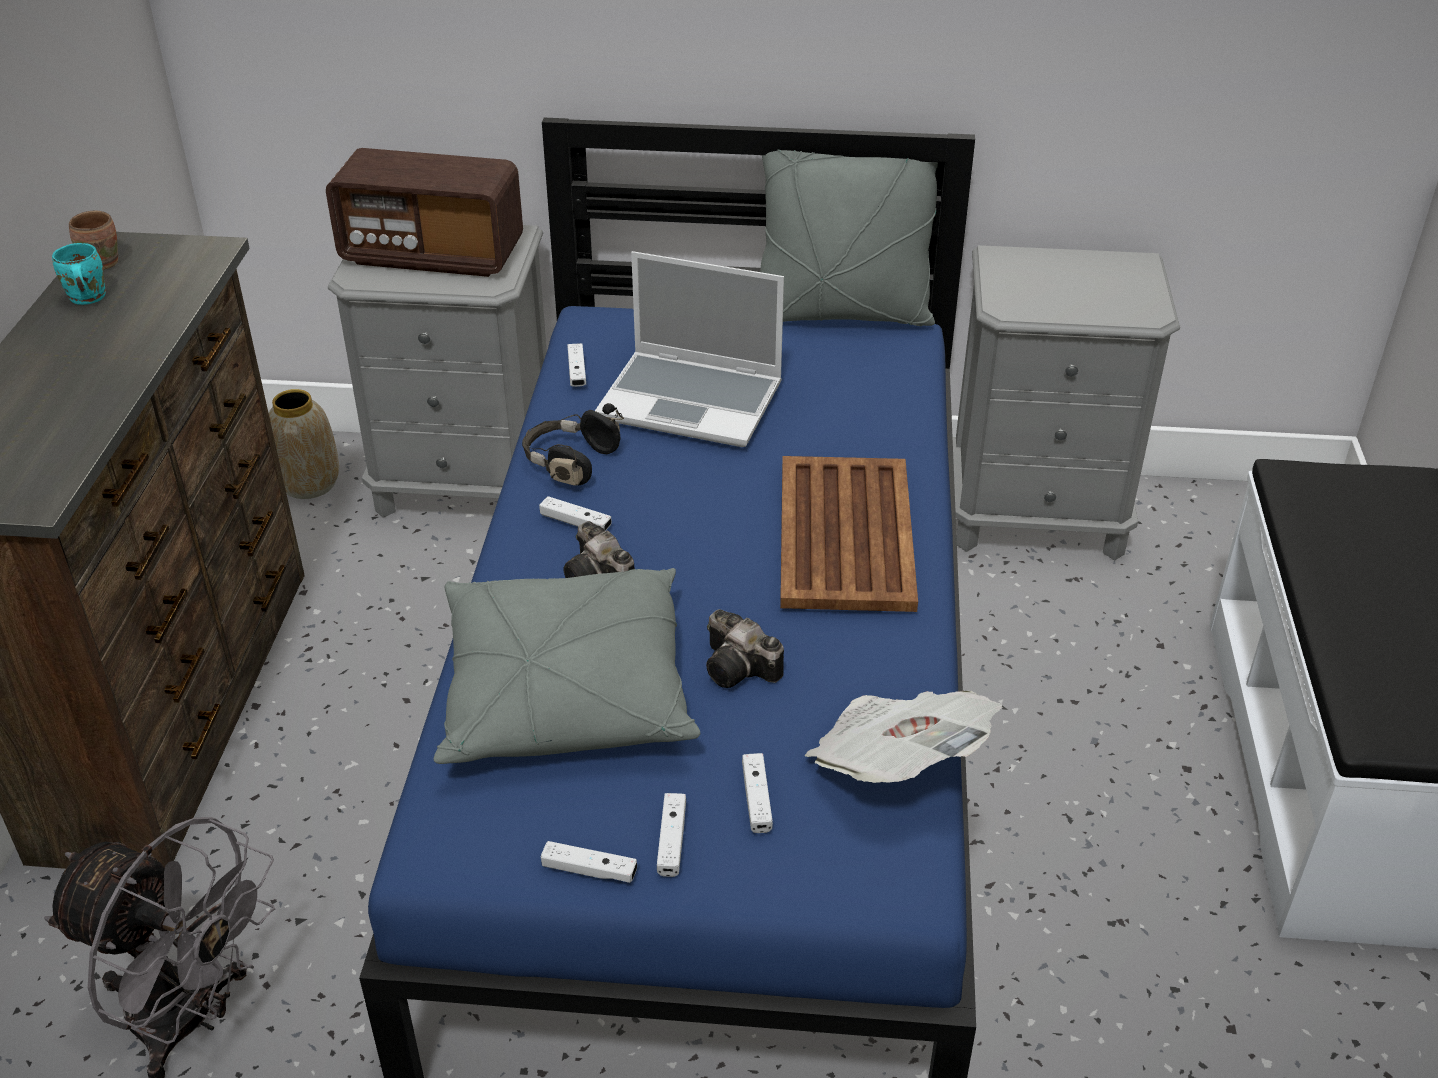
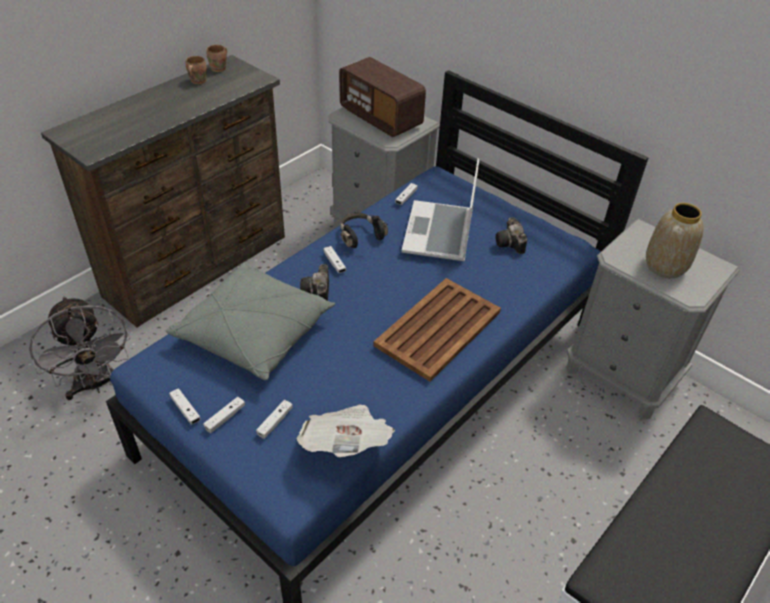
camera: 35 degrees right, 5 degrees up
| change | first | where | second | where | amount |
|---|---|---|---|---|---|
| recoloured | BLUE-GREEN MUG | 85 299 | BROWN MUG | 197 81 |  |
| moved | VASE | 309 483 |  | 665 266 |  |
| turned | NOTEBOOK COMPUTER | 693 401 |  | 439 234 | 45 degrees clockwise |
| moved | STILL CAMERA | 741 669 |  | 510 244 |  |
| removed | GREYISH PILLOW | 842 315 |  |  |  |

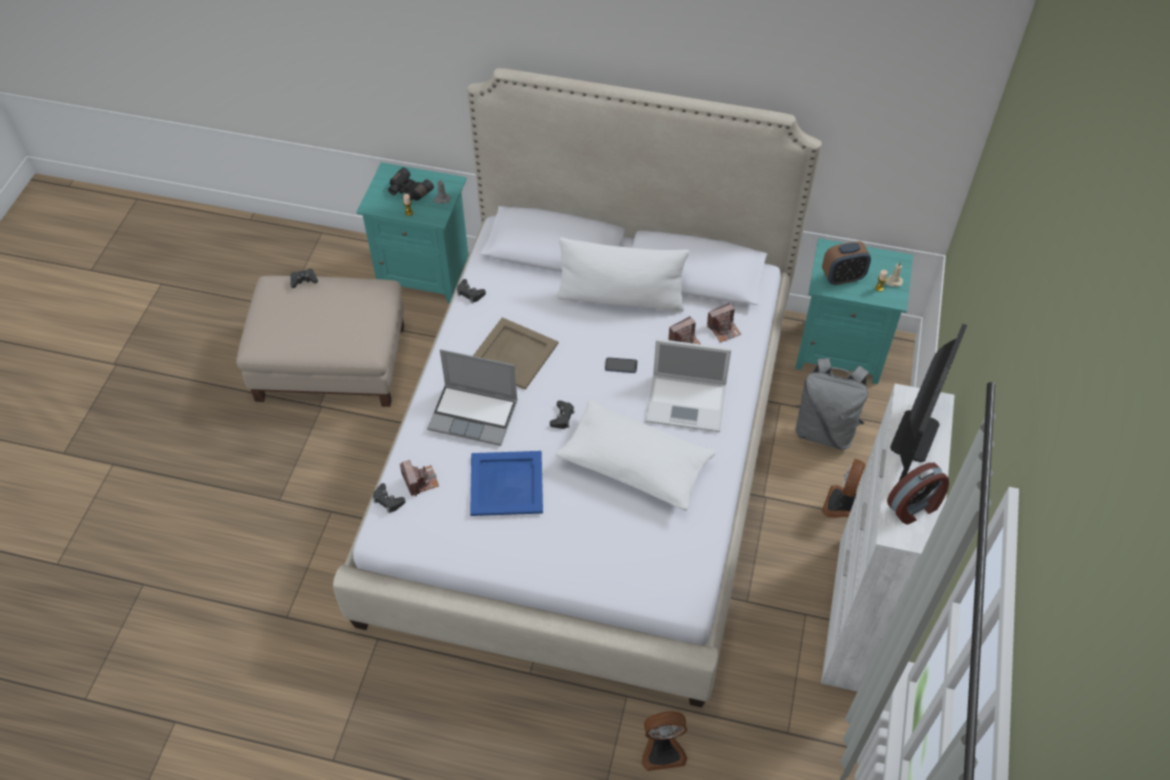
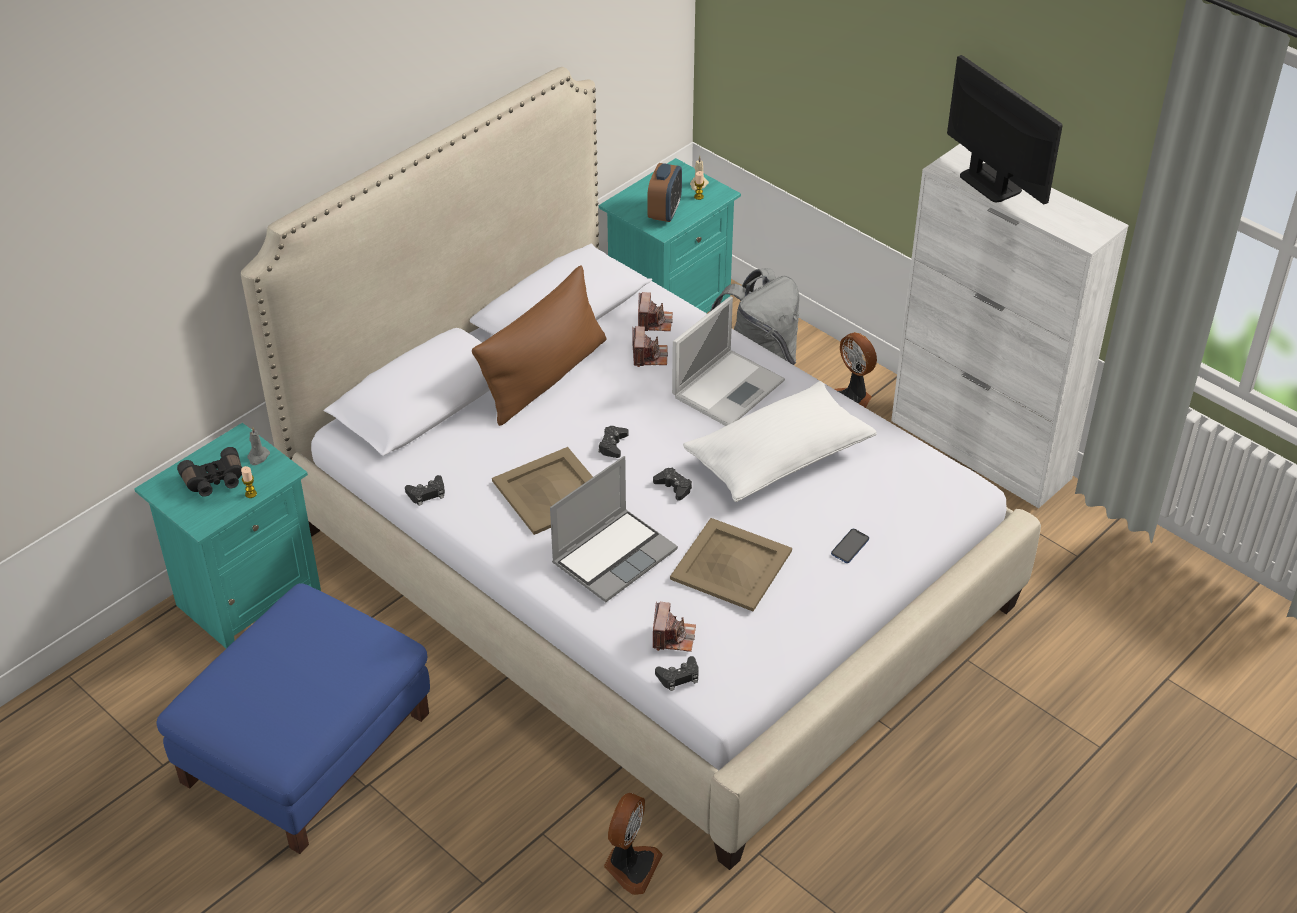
camera: 60 degrees left, 10 degrees down
| change | first | where | second | where | amount |
|---|---|---|---|---|---|
| recoloured | SAND-COLOURED POUFFE | 332 362 | BLUE POUFFE | 306 746 |  |
| moved | BLACK GAMEPAD | 304 280 |  | 613 445 |  |
| turned | STILL CAMERA | 420 481 |  | 673 637 | 90 degrees clockwise |
| recoloured | BLUE TRAY | 507 483 | SAND-COLOURED TRAY | 731 564 |  |
| recoloured | WHITE PILLOW | 620 298 | BROWN PILLOW | 545 377 |  |
| moved | TELEPHONE | 621 366 |  | 850 547 |  |
| moved | FAN | 662 750 |  | 630 866 |  |
| removed | BEDSIDE CLOCK | 914 507 |  |  |  |

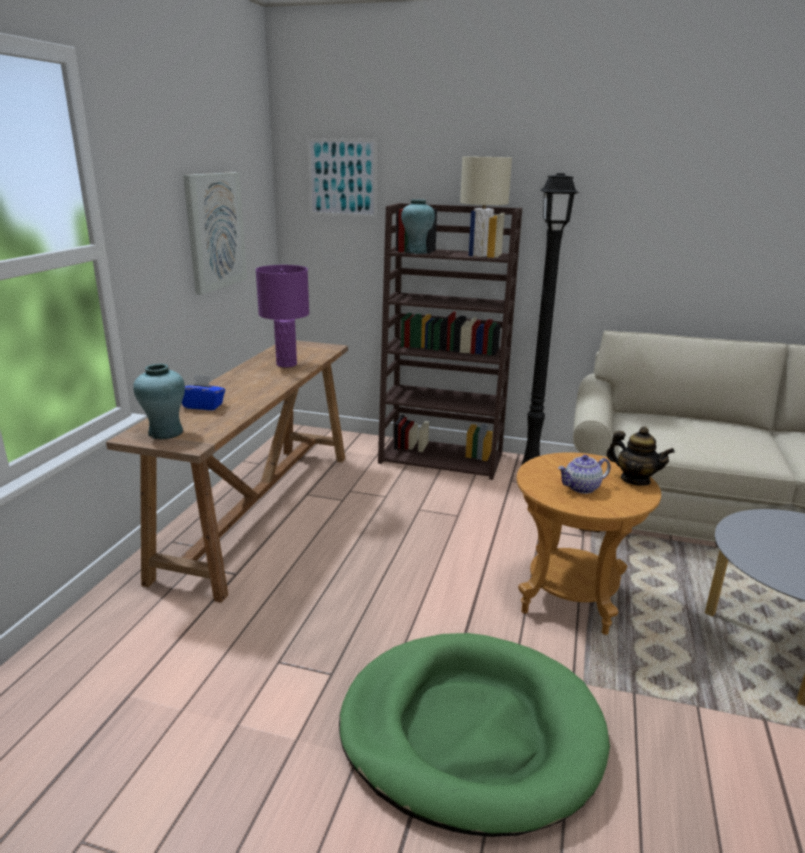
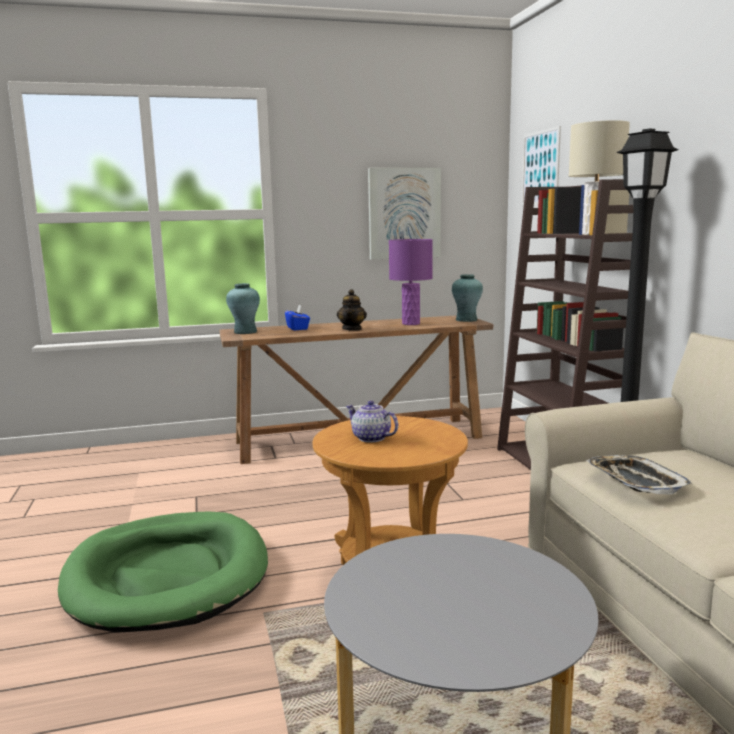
camera: 60 degrees right, 10 degrees down
| change | first | where | second | where | amount |
|---|---|---|---|---|---|
| moved | BLUE-GREEN VASE | 417 252 |  | 466 320 |  |
| moved | POT FOR TEA | 635 480 |  | 352 329 |  |
| added |  |  | TRAY | 635 481 |  |

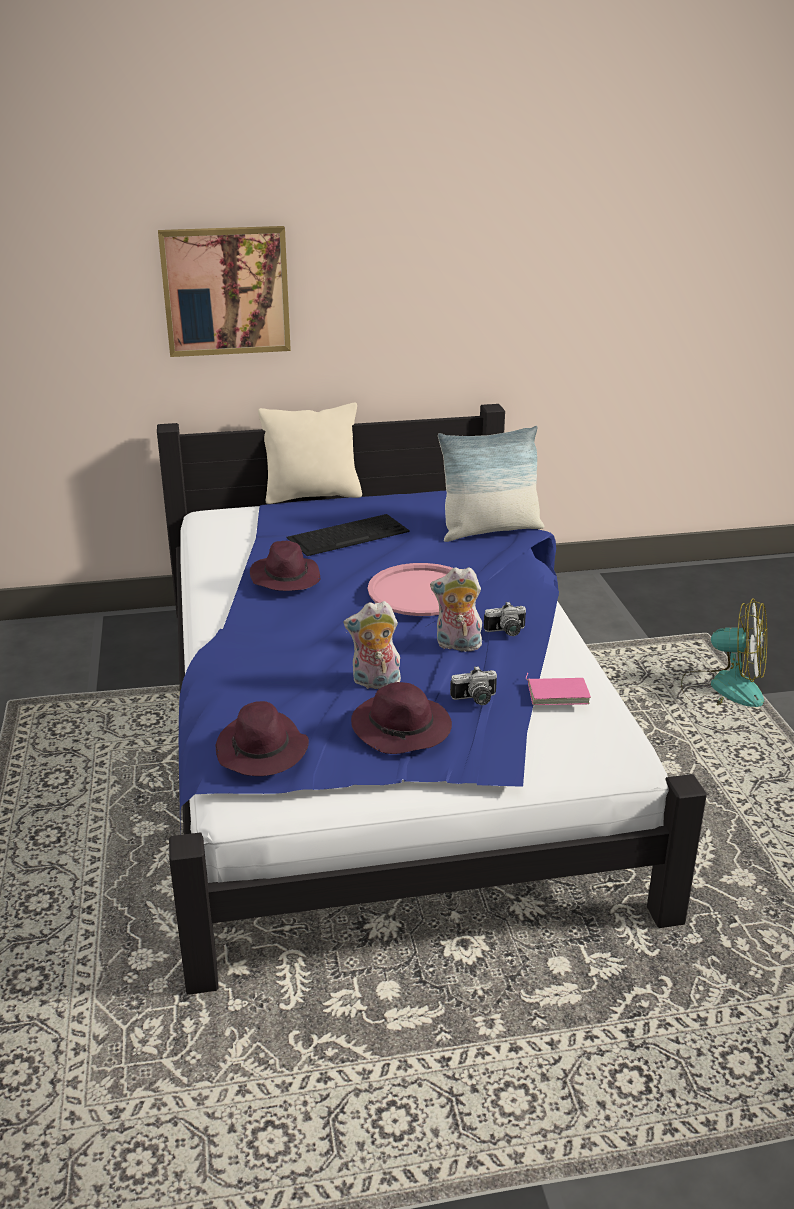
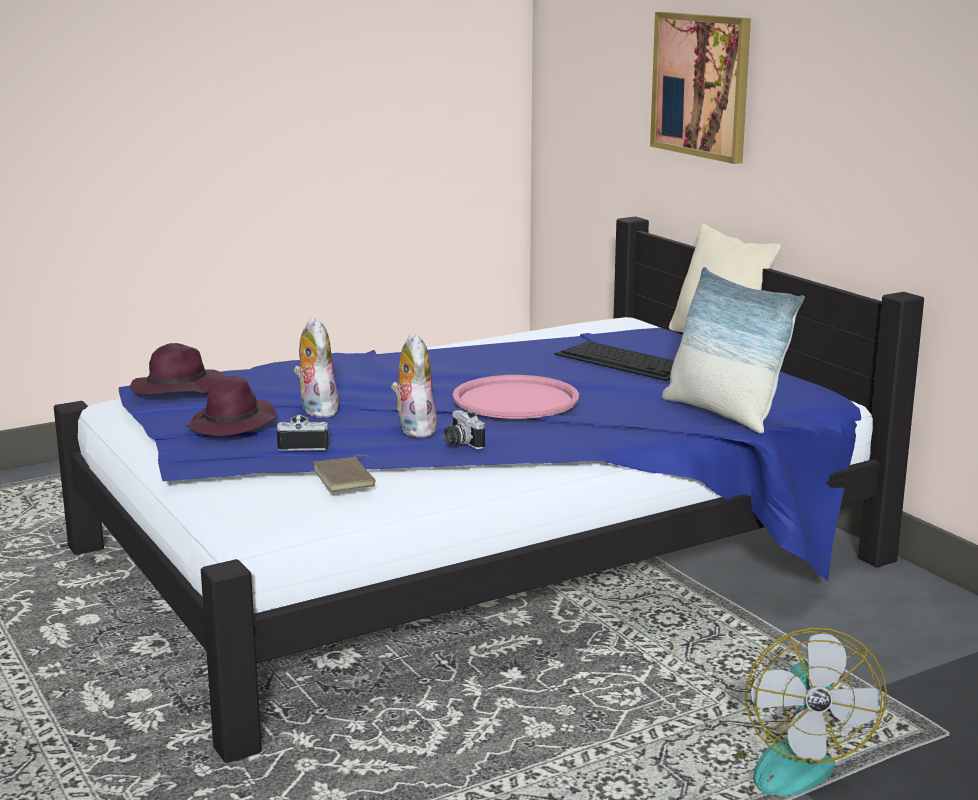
camera: 70 degrees right, 10 degrees down
| change | first | where | second | where | amount |
|---|---|---|---|---|---|
| removed | PURPLE WEARABLE HAT | 285 578 |  |  |  |
| turned | STILL CAMERA | 475 700 |  | 304 445 | 120 degrees clockwise |
| recoloured | PINK VOLUME | 558 693 | BROWN VOLUME | 346 478 |  |

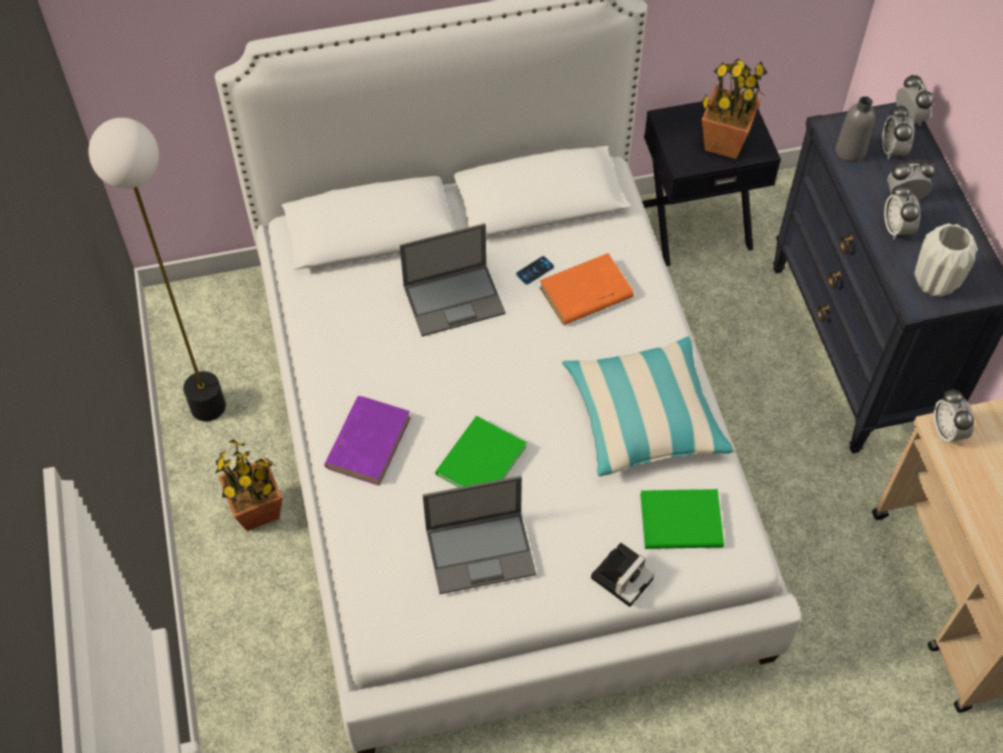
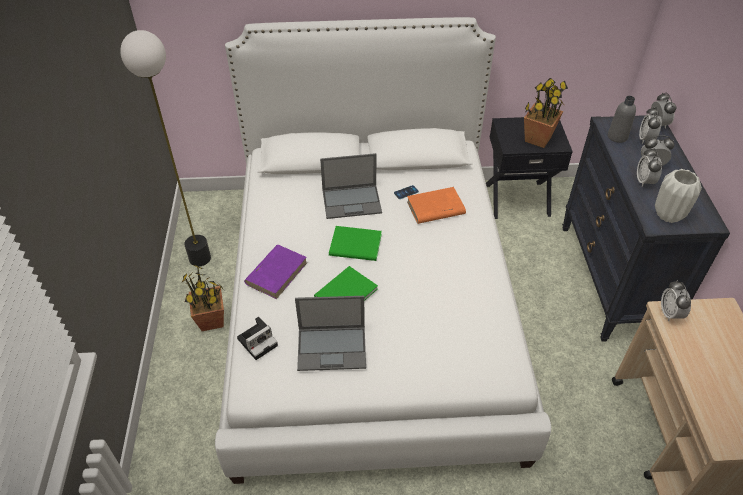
camera: 10 degrees right, 10 degrees down
| change | first | where | second | where | amount |
|---|---|---|---|---|---|
| removed | PILLOW | 645 417 |  |  |  |
| moved | STILL CAMERA | 622 576 |  | 258 341 |  |
| moved | GREEN-COLOURED VOLUME | 683 522 |  | 356 246 |  |

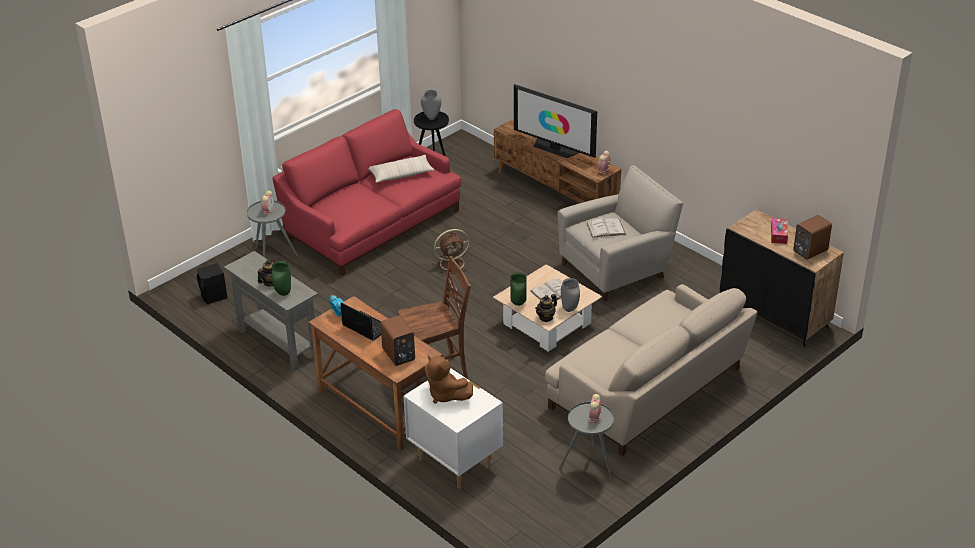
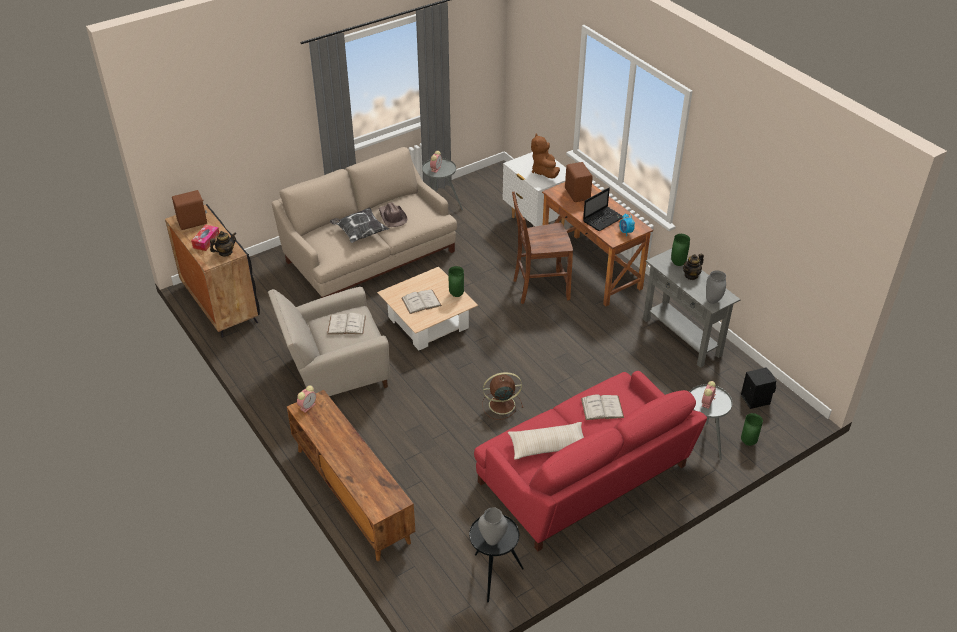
camera: 170 degrees left, 5 degrees up
| change | first | where | second | where | amount |
|---|---|---|---|---|---|
| turned | NOTEBOOK COMPUTER | 365 327 |  | 603 219 | 90 degrees counterclockwise |
| turned | BROWN SOFT TOY | 445 395 |  | 544 172 | 150 degrees counterclockwise |
| removed | TV | 554 148 |  |  |  |
| moved | POT FOR TEA | 546 317 |  | 225 252 |  |
| moved | GREYISH VASE | 569 309 |  | 713 301 |  |
| added |  |  | PILLOW | 360 233 |  |
| added |  |  | BROWN WEARABLE HAT | 392 217 |  |
| added |  |  | WHITE VOLUME | 602 408 |  |
| added |  |  | GREEN-COLOURED VASE | 747 442 |  |

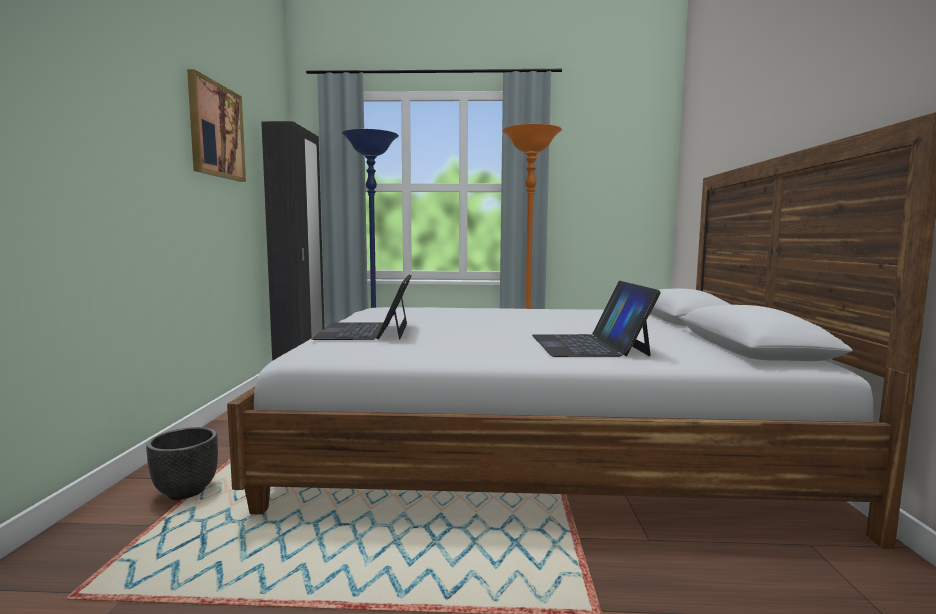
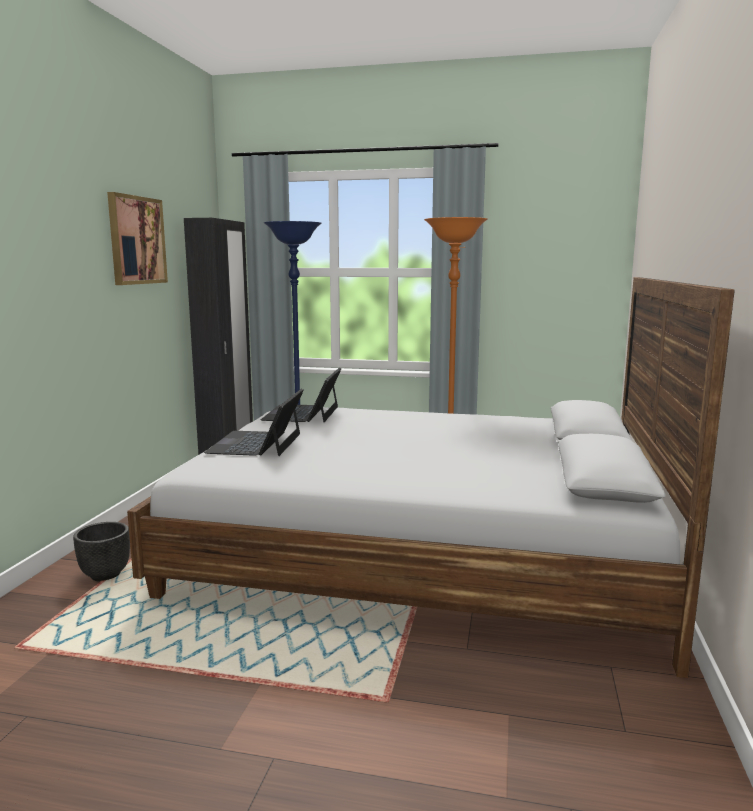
camera: 10 degrees right, 5 degrees up
| change | first | where | second | where | amount |
|---|---|---|---|---|---|
| moved | NOTEBOOK COMPUTER | 588 345 |  | 303 413 |  |

